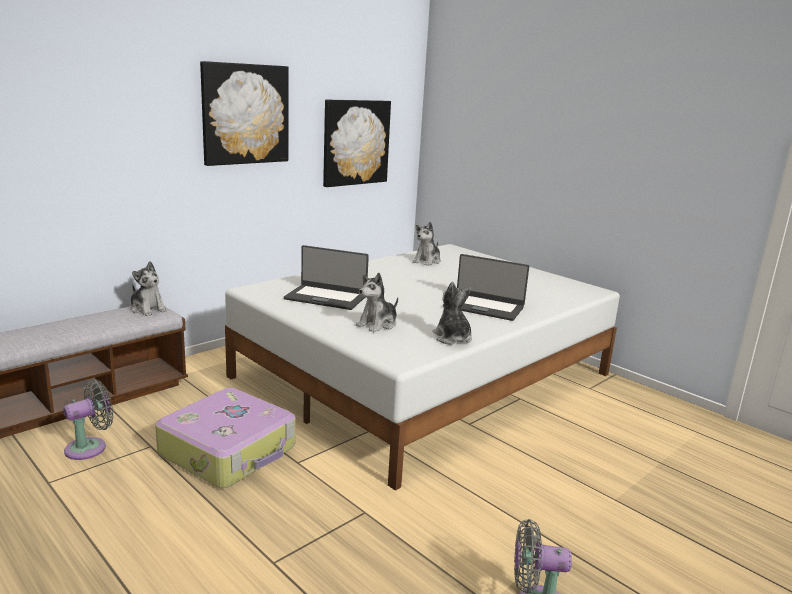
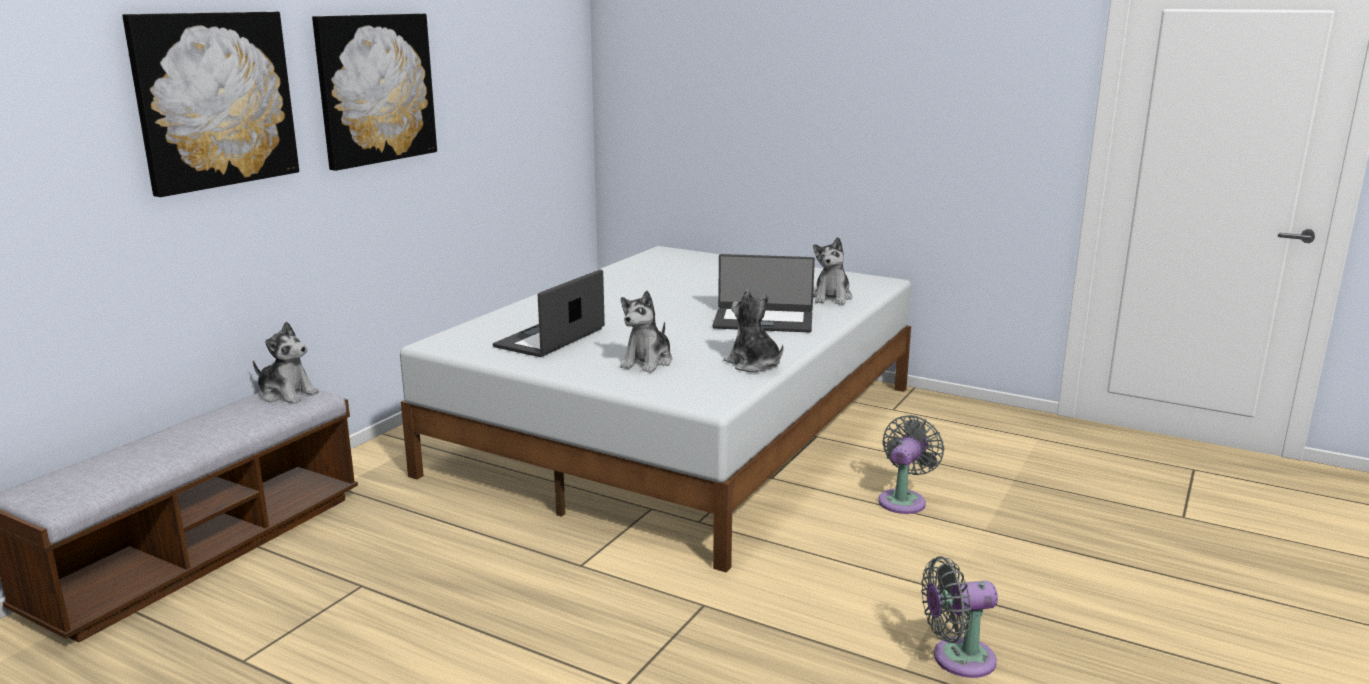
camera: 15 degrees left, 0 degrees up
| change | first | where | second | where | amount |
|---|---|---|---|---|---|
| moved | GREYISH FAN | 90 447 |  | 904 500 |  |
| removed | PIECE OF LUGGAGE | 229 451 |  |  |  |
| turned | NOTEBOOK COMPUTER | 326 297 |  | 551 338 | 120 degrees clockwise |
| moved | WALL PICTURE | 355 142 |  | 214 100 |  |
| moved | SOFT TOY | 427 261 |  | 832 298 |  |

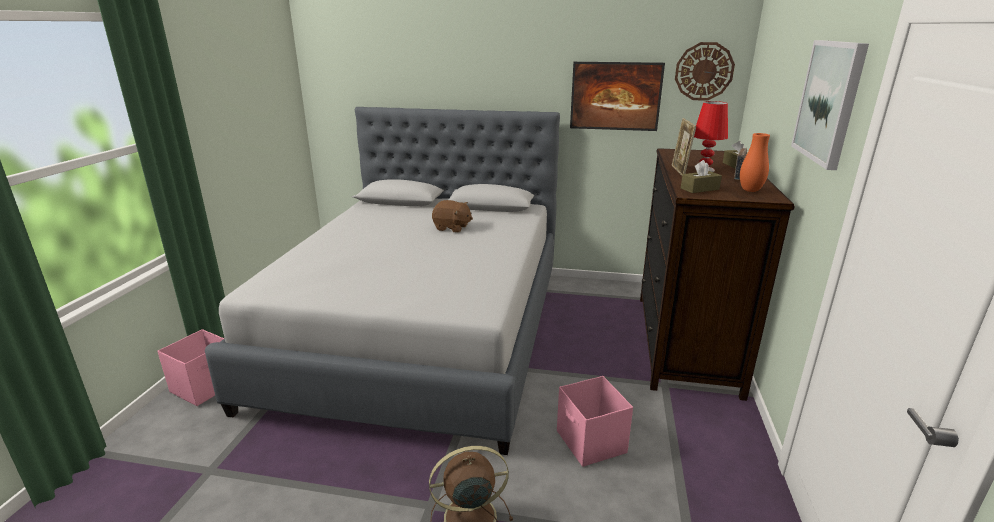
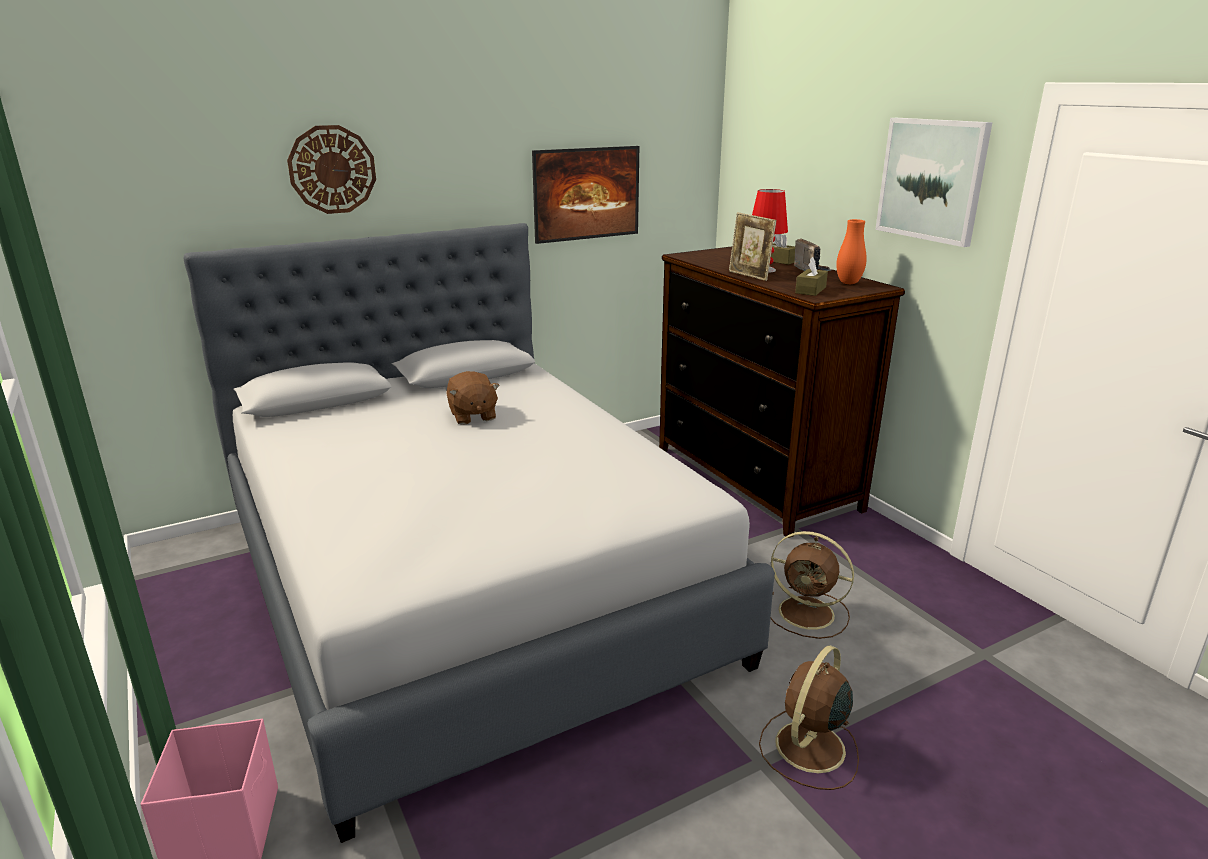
camera: 40 degrees left, 0 degrees up
| change | first | where | second | where | amount |
|---|---|---|---|---|---|
| turned | BROWN SOFT TOY | 452 228 |  | 472 416 | 90 degrees clockwise |
| replaced | PINK STORAGE CONTAINER | 591 443 | BROWN FAN | 809 613 |  |
| moved | WALL CLOCK | 704 71 |  | 332 169 |  |

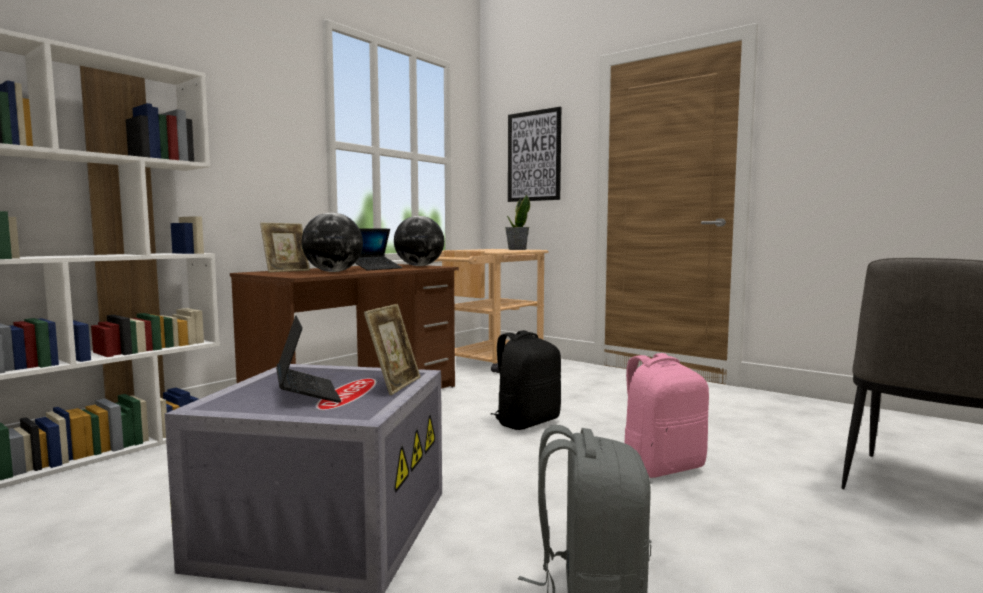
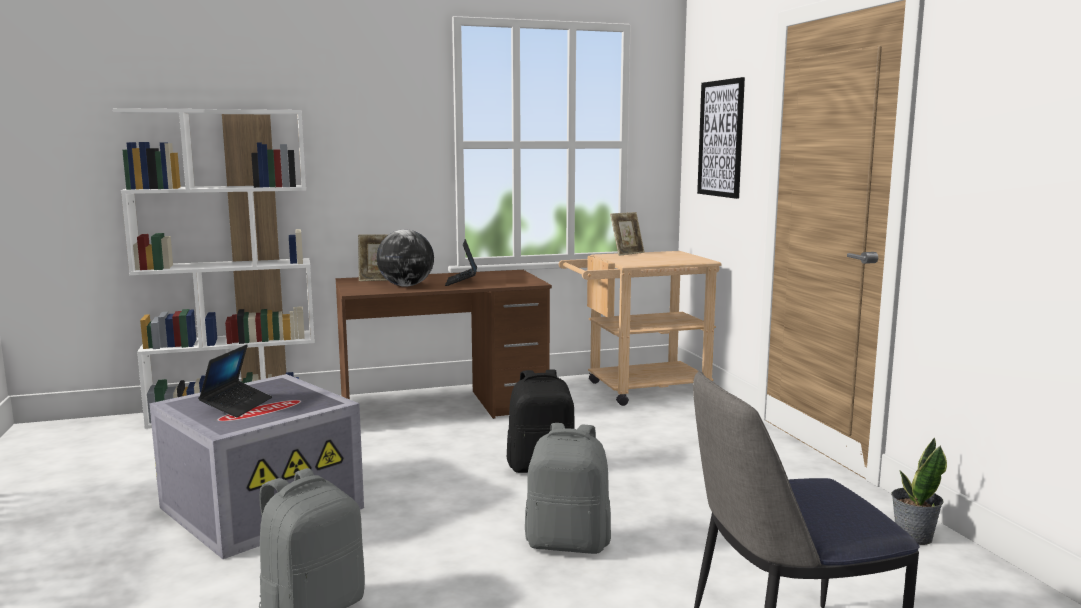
camera: 35 degrees right, 5 degrees up
| change | first | where | second | where | amount |
|---|---|---|---|---|---|
| turned | NOTEBOOK COMPUTER | 375 268 |  | 461 282 | 105 degrees clockwise |
| moved | PHOTO FRAME | 394 385 |  | 627 253 |  |
| removed | WORLD GLOBE | 419 266 |  |  |  |
| moved | POTTED PLANT | 517 249 |  | 913 536 |  |
| recoloured | PINK KNAPSACK | 661 467 | GREYISH KNAPSACK | 568 543 |  |

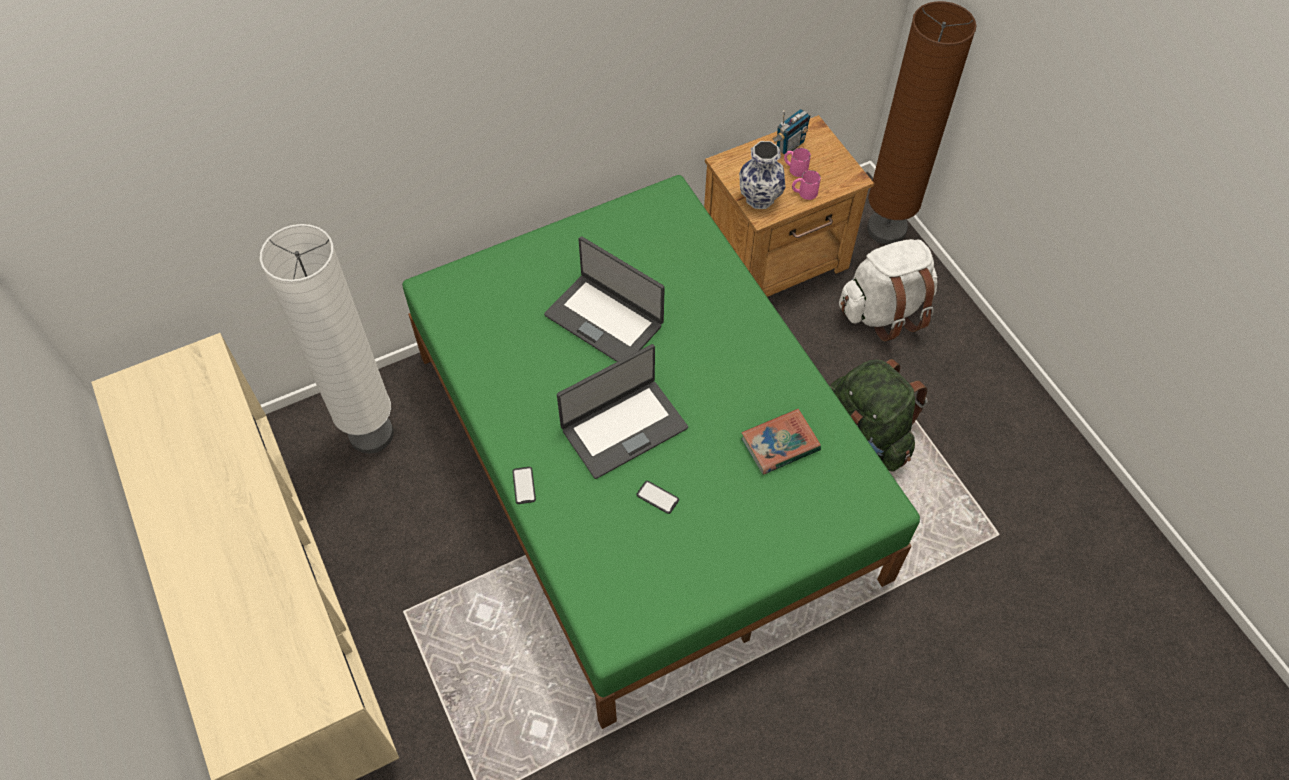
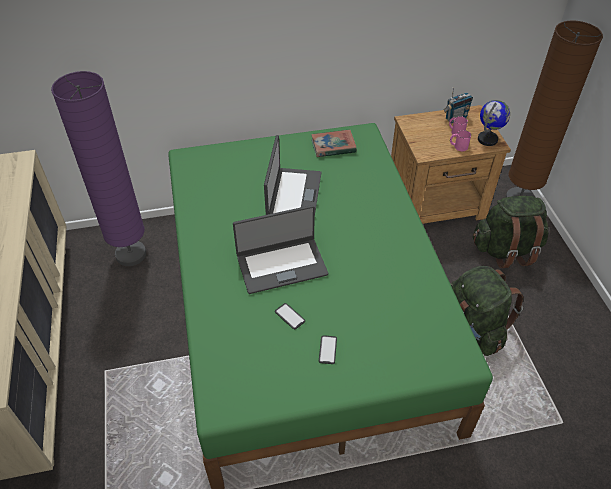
camera: 15 degrees right, 10 degrees down
| change | first | where | second | where | amount |
|---|---|---|---|---|---|
| recoloured | WHITE FLOOR LAMP | 371 434 | PURPLE FLOOR LAMP | 131 254 |  |
| moved | TELEPHONE | 524 485 |  | 327 350 |  |
| turned | NOTEBOOK COMPUTER | 605 319 |  | 293 195 | 135 degrees counterclockwise |
| removed | VASE | 760 198 |  |  |  |
| moved | VOLUME | 780 444 |  | 333 146 |  |
| recoloured | WHITE KNAPSACK | 884 311 | GREEN-COLOURED KNAPSACK | 506 250 |  |
| added |  |  | WORLD GLOBE | 488 139 |  |

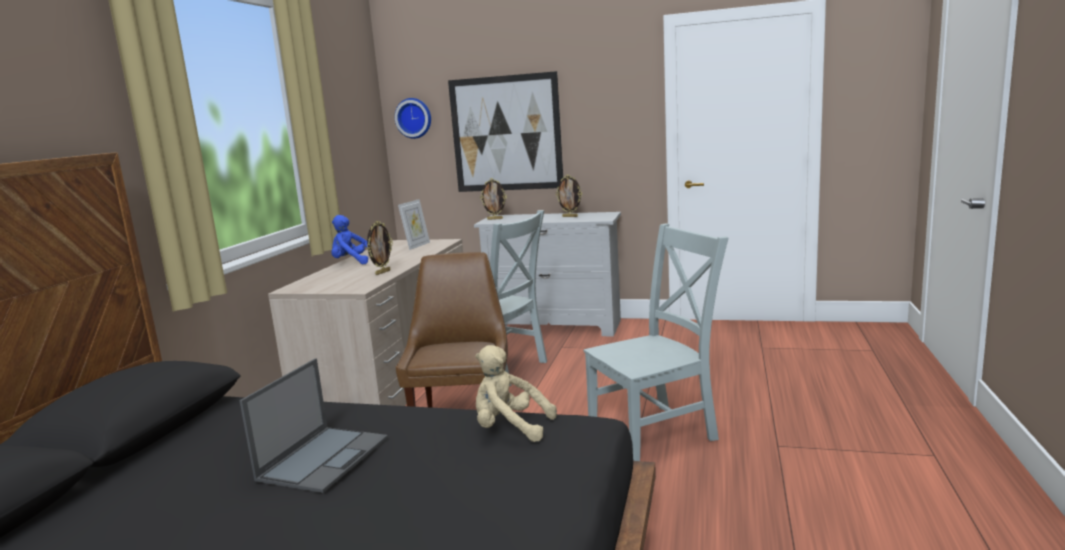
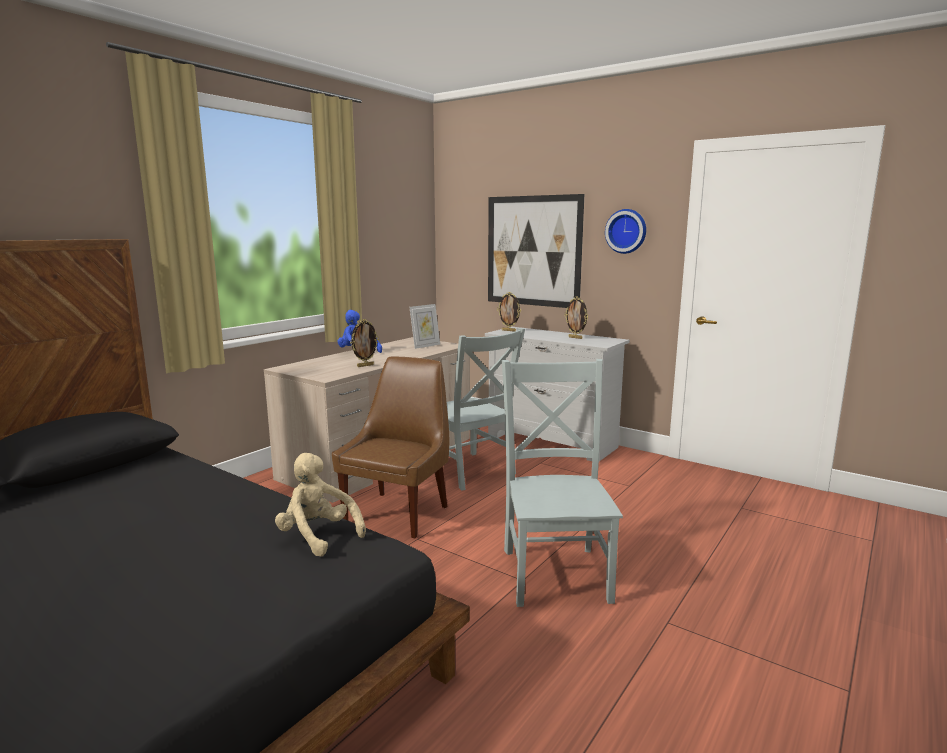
camera: 20 degrees right, 0 degrees up
| change | first | where | second | where | amount |
|---|---|---|---|---|---|
| removed | NOTEBOOK COMPUTER | 324 458 |  |  |  |
| moved | WALL CLOCK | 414 118 |  | 626 231 |  |
| turned | GREYISH CHAIR | 656 432 |  | 555 571 | 90 degrees counterclockwise |

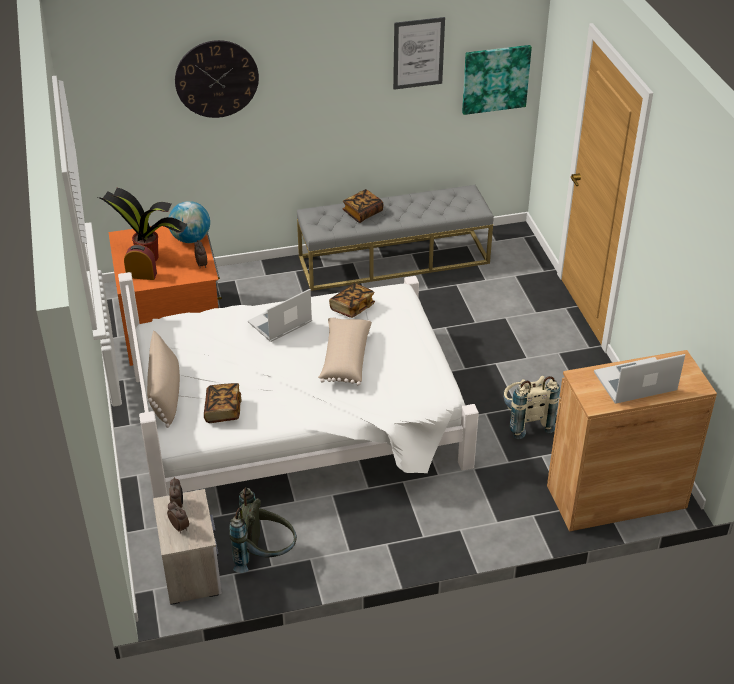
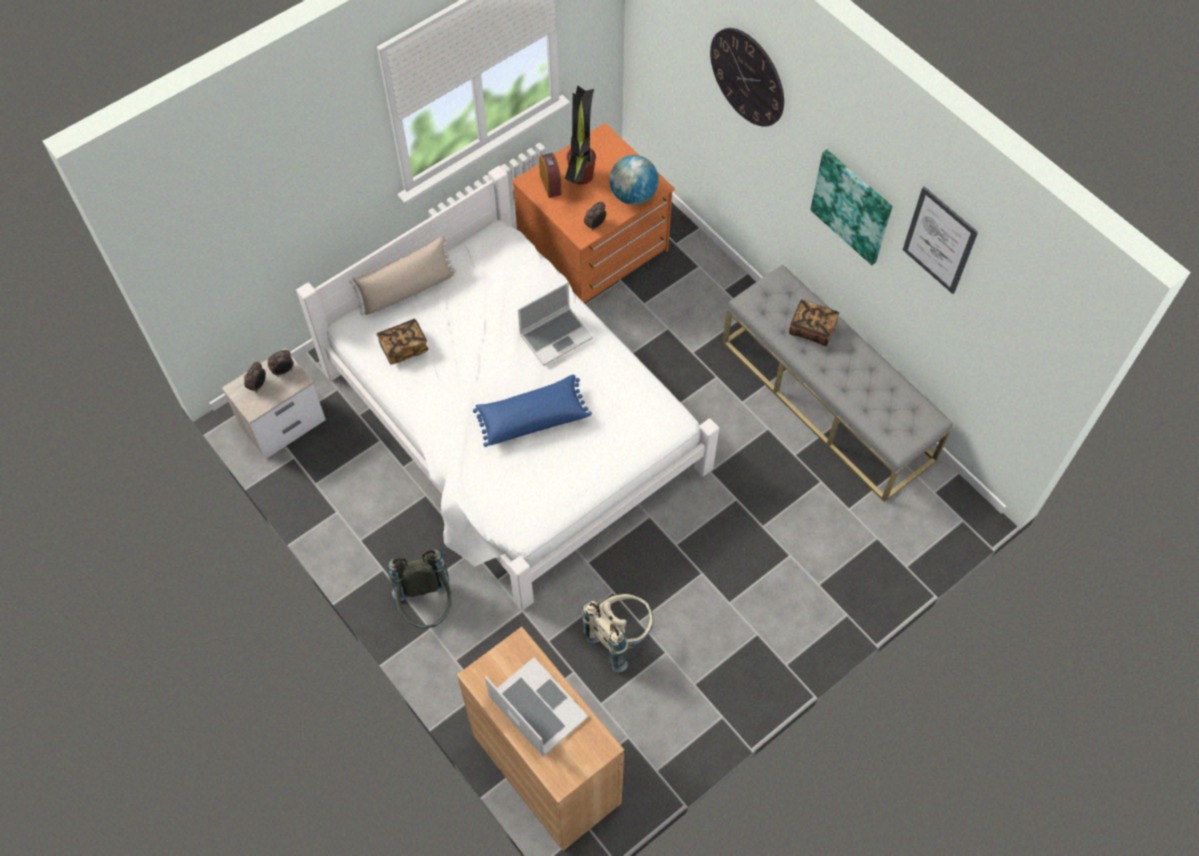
camera: 65 degrees right, 20 degrees up
| change | first | where | second | where | amount |
|---|---|---|---|---|---|
| moved | GREYISH KNAPSACK | 265 556 |  | 427 607 |  |
| turned | NOTEBOOK COMPUTER | 280 323 |  | 556 336 | 120 degrees clockwise |
| recoloured | SAND-COLOURED PILLOW | 344 359 | BLUE PILLOW | 532 417 |  |
| removed | VOLUME | 352 308 |  |  |  |
| moved | WALL PICTURE | 495 79 |  | 852 206 |  |

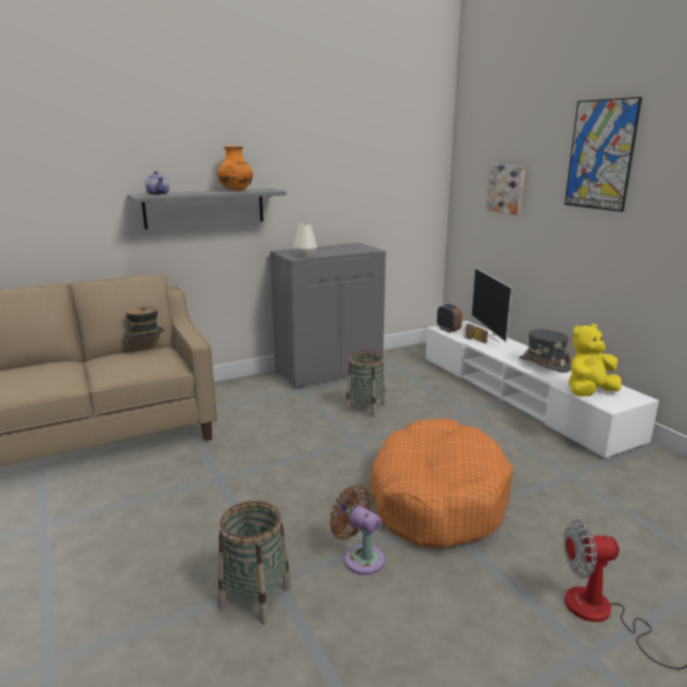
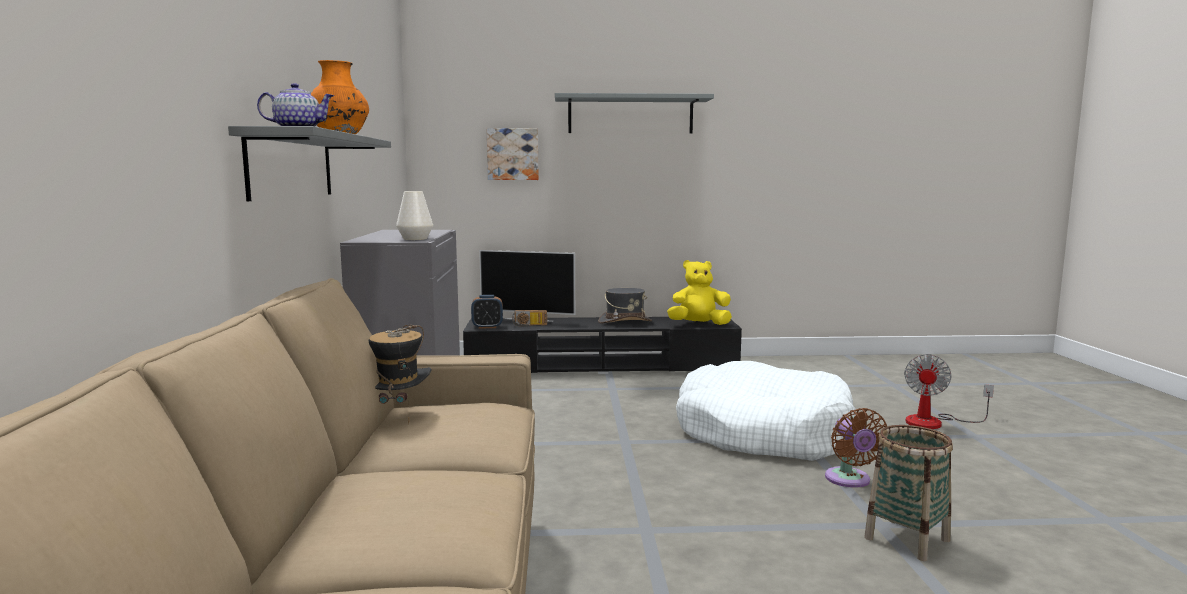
camera: 65 degrees left, 10 degrees down
| change | first | where | second | where | amount |
|---|---|---|---|---|---|
| turned | BROWN FAN | 360 557 |  | 849 480 | 75 degrees counterclockwise |
| removed | STORAGE BASKET | 365 408 |  |  |  |
| recoloured | ORANGE DOG BED | 437 498 | WHITE DOG BED | 763 432 |  |
| recoloured | WHITE TV UNIT | 520 396 | BLACK TV UNIT | 602 366 |  |
| replaced | WALL PICTURE | 600 155 | GREYISH WALL SHELF | 630 115 |  |
| turned | YELLOWISH SOFT TOY | 589 393 |  | 699 324 | 90 degrees clockwise |

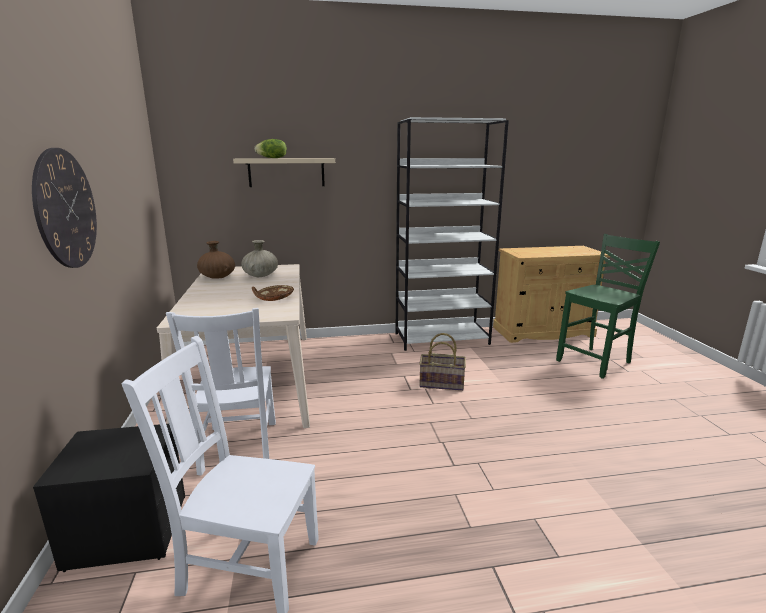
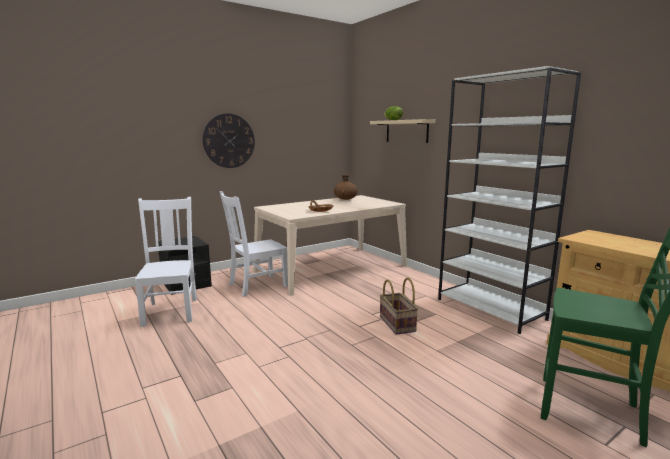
camera: 65 degrees right, 5 degrees down
| change | first | where | second | where | amount |
|---|---|---|---|---|---|
| removed | SAND-COLOURED VASE | 261 275 |  |  |  |

